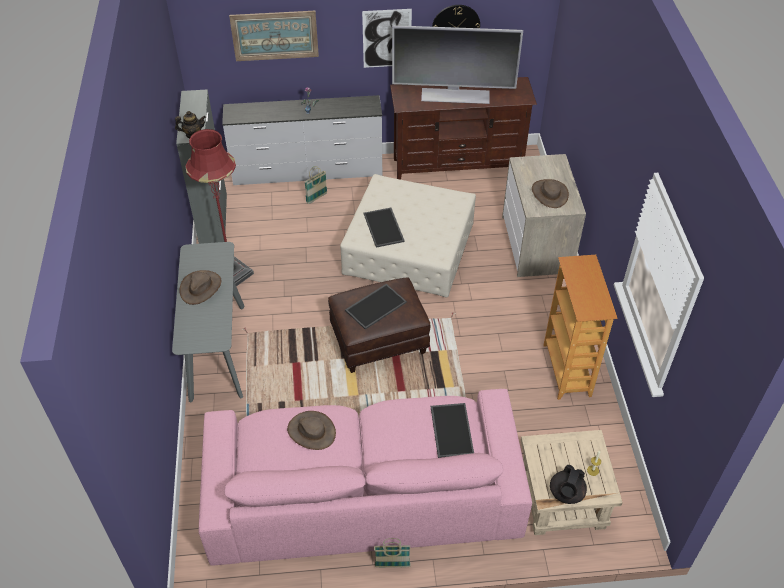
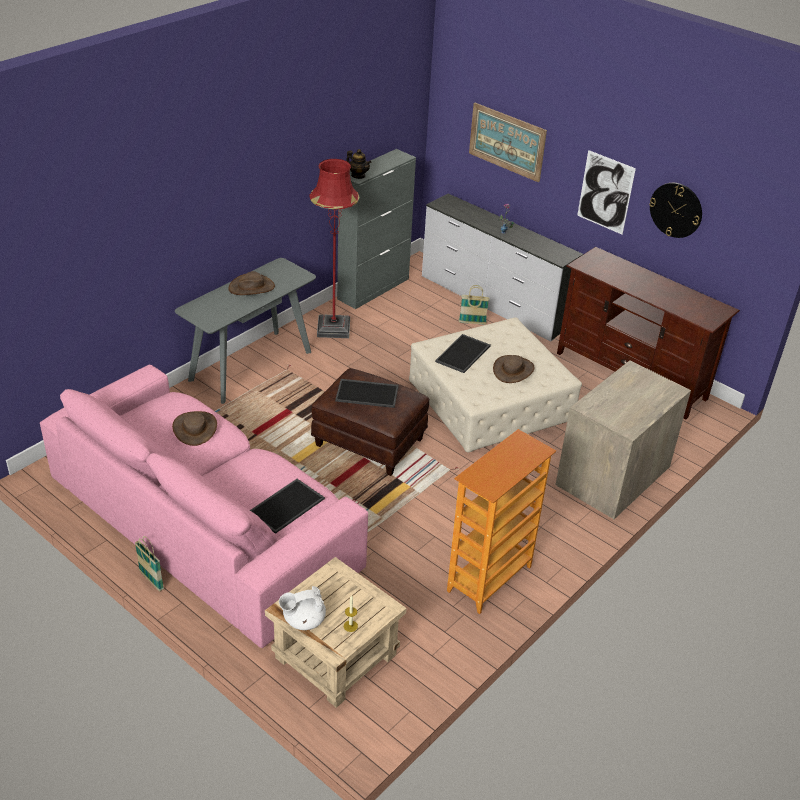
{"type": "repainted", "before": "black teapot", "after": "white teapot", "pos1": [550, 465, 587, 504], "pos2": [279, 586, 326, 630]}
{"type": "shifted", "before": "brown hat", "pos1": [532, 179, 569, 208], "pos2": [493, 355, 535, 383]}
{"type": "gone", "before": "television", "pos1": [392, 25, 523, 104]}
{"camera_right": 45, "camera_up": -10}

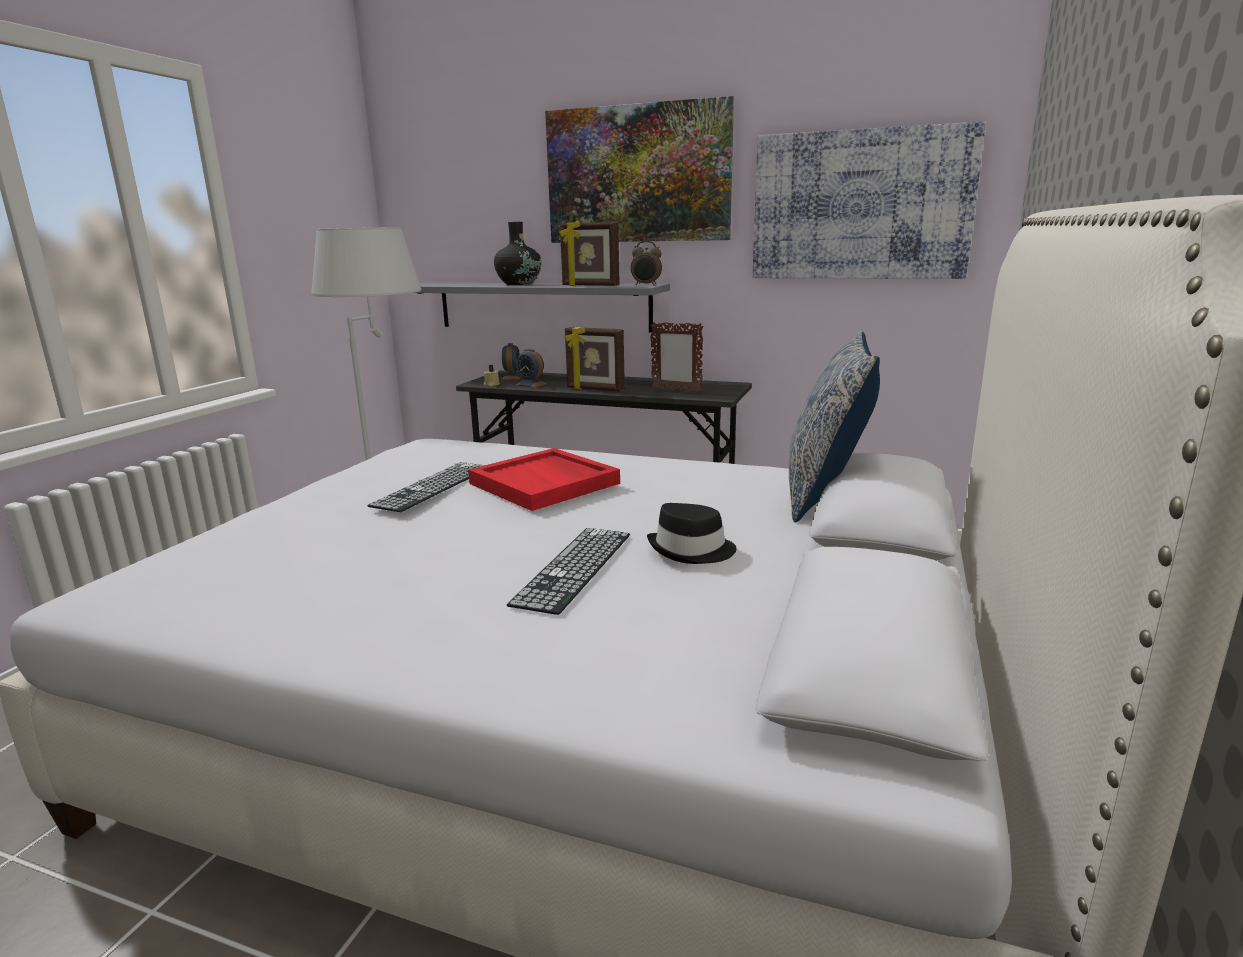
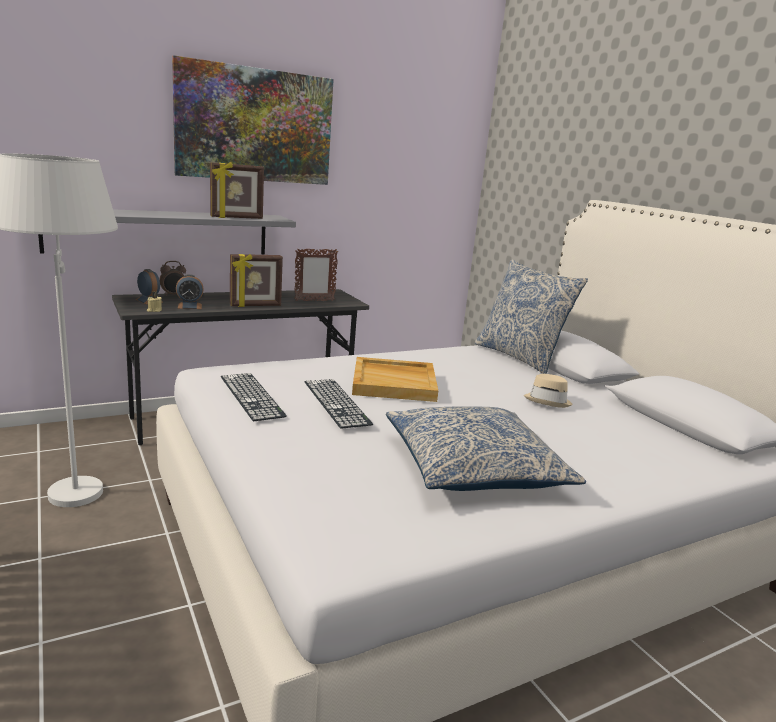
{"type": "shifted", "before": "alarm clock", "pos1": [631, 241, 662, 285], "pos2": [159, 261, 186, 296]}
{"type": "shifted", "before": "keyboard", "pos1": [507, 528, 630, 615], "pos2": [221, 373, 287, 421]}
{"type": "repainted", "before": "red tray", "after": "beige tray", "pos1": [468, 448, 620, 511], "pos2": [352, 357, 438, 402]}
{"type": "new", "after": "pillow", "pos2": [386, 406, 586, 491]}
{"type": "repainted", "before": "black hat", "after": "beige hat", "pos1": [647, 503, 736, 564], "pos2": [524, 374, 573, 408]}
{"type": "gone", "before": "black vase", "pos1": [494, 222, 542, 285]}
{"type": "gone", "before": "picture", "pos1": [753, 121, 986, 279]}
{"camera_right": -50, "camera_up": 0}

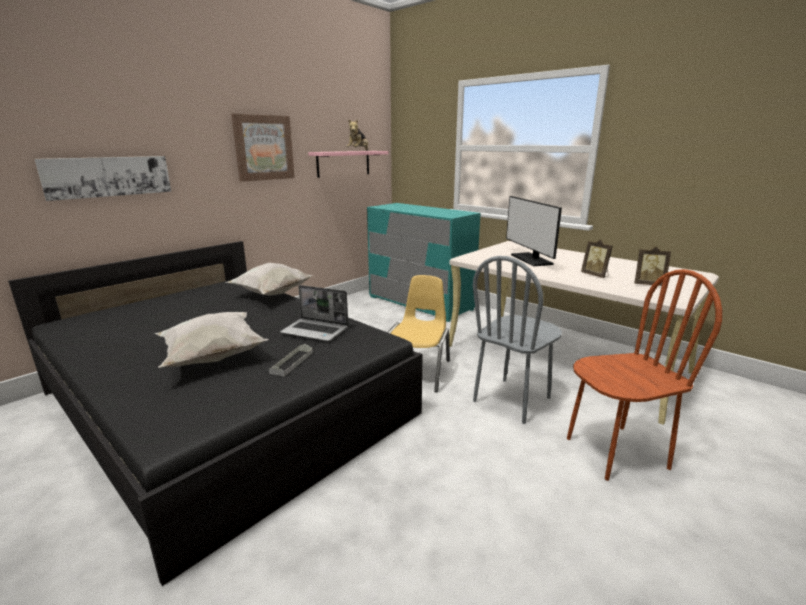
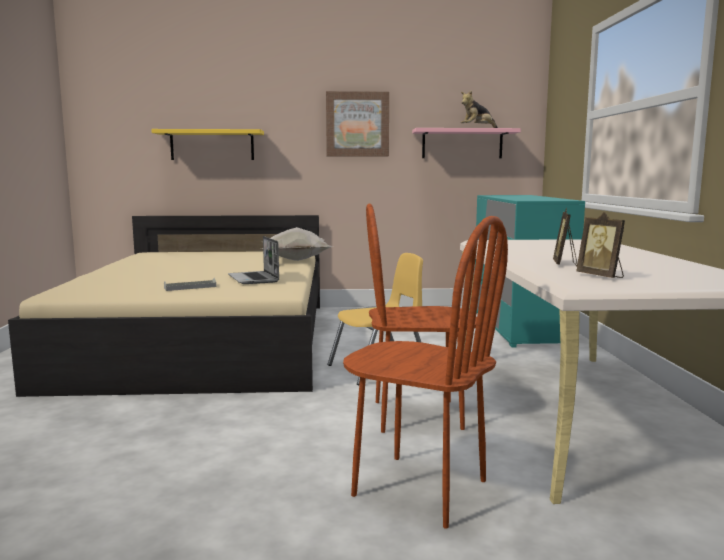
{"type": "repainted", "before": "black bed", "after": "beige bed", "pos1": [8, 241, 423, 586], "pos2": [8, 215, 320, 397]}
{"type": "swapped", "before": "picture", "after": "yellow shelf", "pos1": [35, 156, 171, 201], "pos2": [151, 129, 264, 160]}
{"type": "repainted", "before": "grey chair", "after": "brown chair", "pos1": [473, 256, 562, 424], "pos2": [366, 204, 477, 433]}
{"type": "gone", "before": "white pillow", "pos1": [154, 312, 269, 368]}
{"type": "gone", "before": "monitor", "pos1": [506, 196, 562, 266]}
{"camera_right": 45, "camera_up": -10}

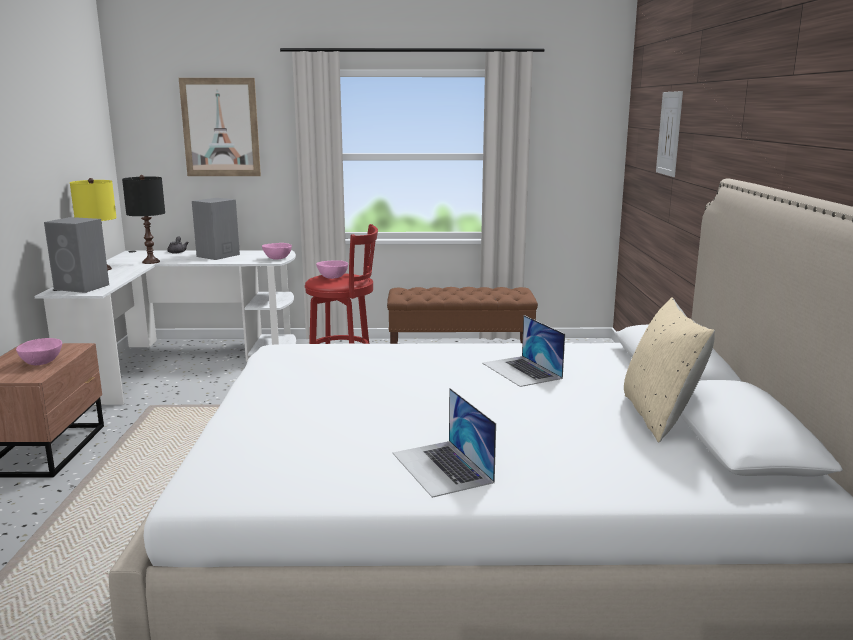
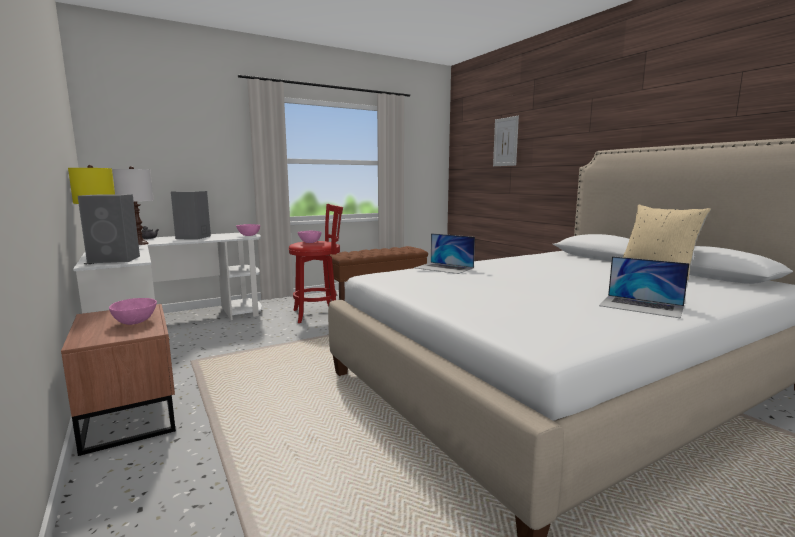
{"type": "repainted", "before": "black table lamp", "after": "white table lamp", "pos1": [122, 175, 165, 264], "pos2": [112, 166, 154, 245]}
{"type": "shifted", "before": "laptop", "pos1": [482, 315, 565, 387], "pos2": [414, 233, 475, 274]}
{"type": "gone", "before": "picture", "pos1": [179, 78, 261, 176]}
{"camera_right": -30, "camera_up": -5}

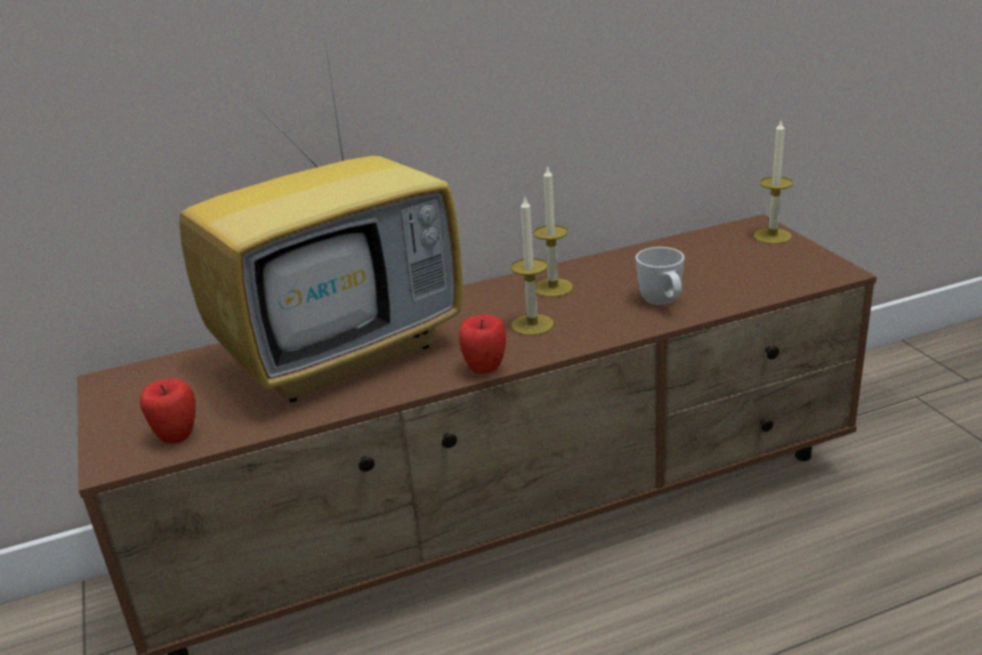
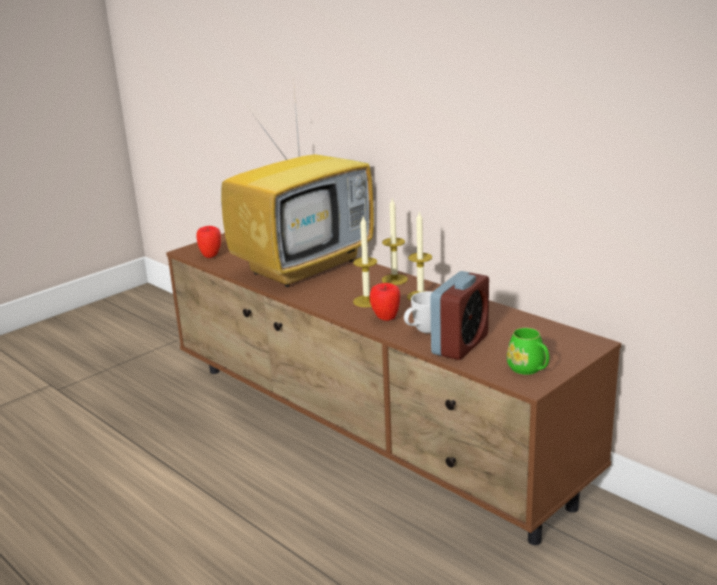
{"type": "rotated", "before": "television", "pos1": [179, 29, 463, 402], "pos2": [221, 90, 374, 287], "turn": -75}
{"type": "shifted", "before": "apple", "pos1": [459, 314, 506, 374], "pos2": [370, 283, 400, 321]}
{"type": "shifted", "before": "candle", "pos1": [754, 121, 793, 244], "pos2": [382, 199, 408, 285]}
{"type": "new", "after": "alarm clock", "pos2": [430, 271, 489, 360]}
{"type": "new", "after": "green mug", "pos2": [507, 328, 549, 375]}
{"camera_right": 65, "camera_up": -5}

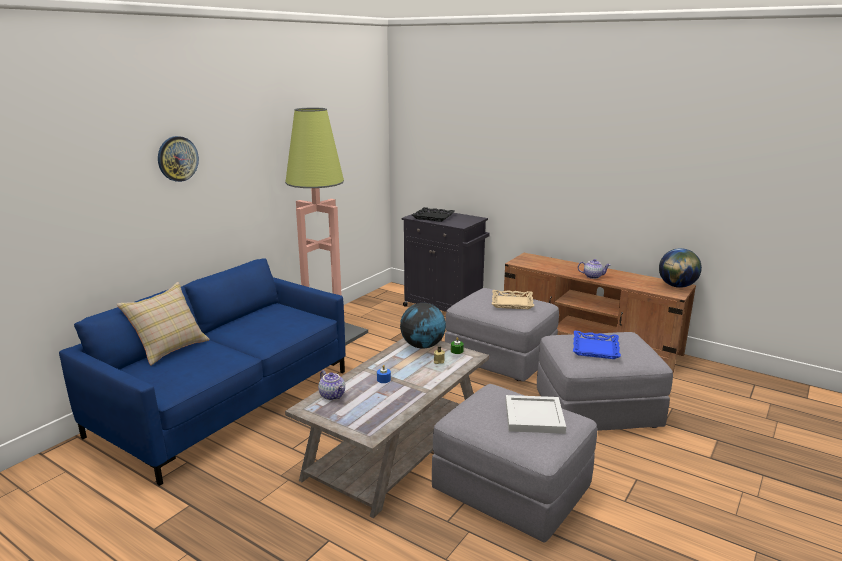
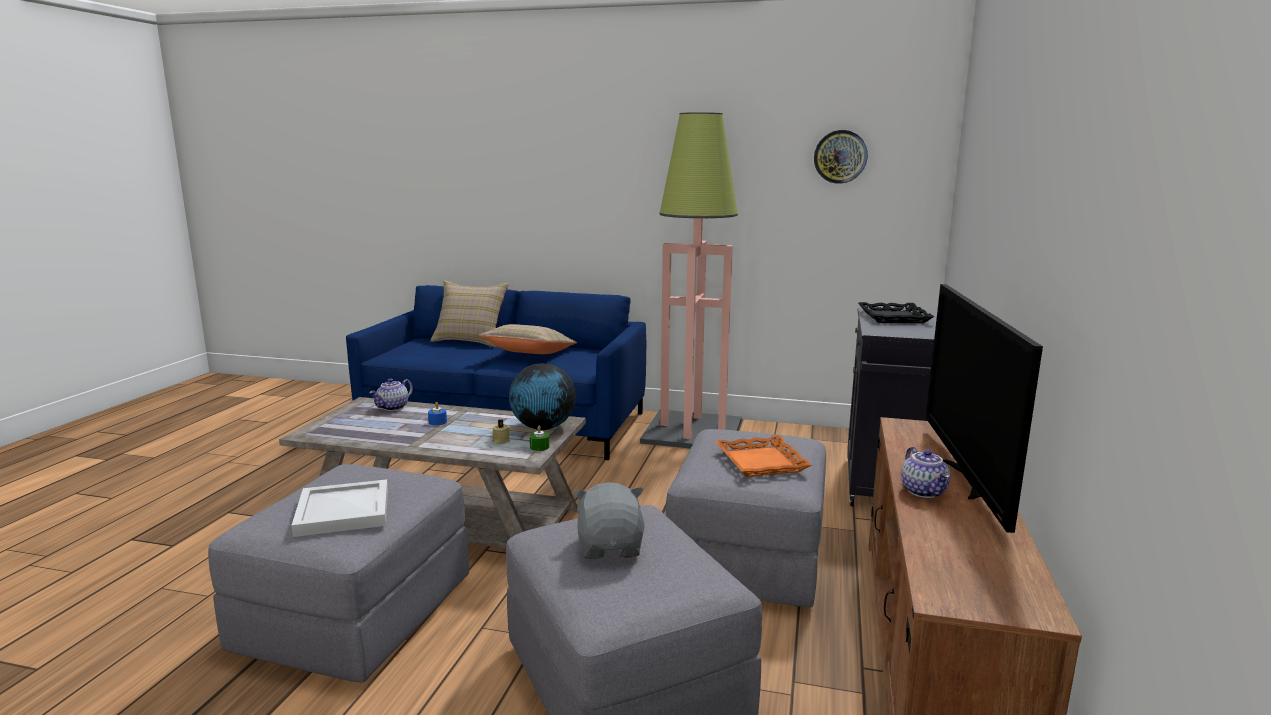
{"type": "new", "after": "beige pillow", "pos2": [479, 324, 577, 354]}
{"type": "swapped", "before": "blue tray", "after": "grey plush toy", "pos1": [573, 331, 621, 359], "pos2": [573, 482, 644, 559]}
{"type": "repainted", "before": "beige tray", "after": "orange tray", "pos1": [492, 290, 534, 309], "pos2": [715, 435, 812, 477]}
{"type": "shifted", "before": "wall clock", "pos1": [158, 136, 199, 182], "pos2": [814, 130, 868, 184]}
{"type": "new", "after": "television", "pos2": [925, 284, 1043, 533]}
{"type": "gone", "before": "globe", "pos1": [659, 248, 702, 288]}
{"camera_right": 70, "camera_up": -5}

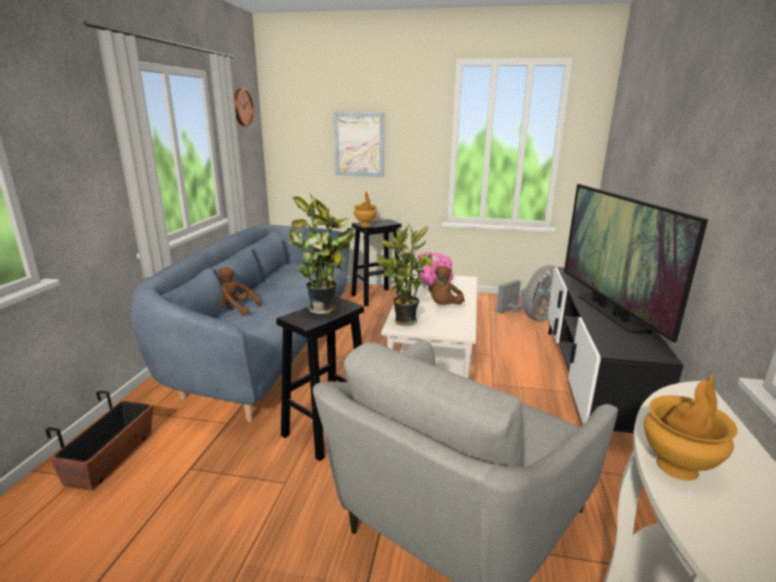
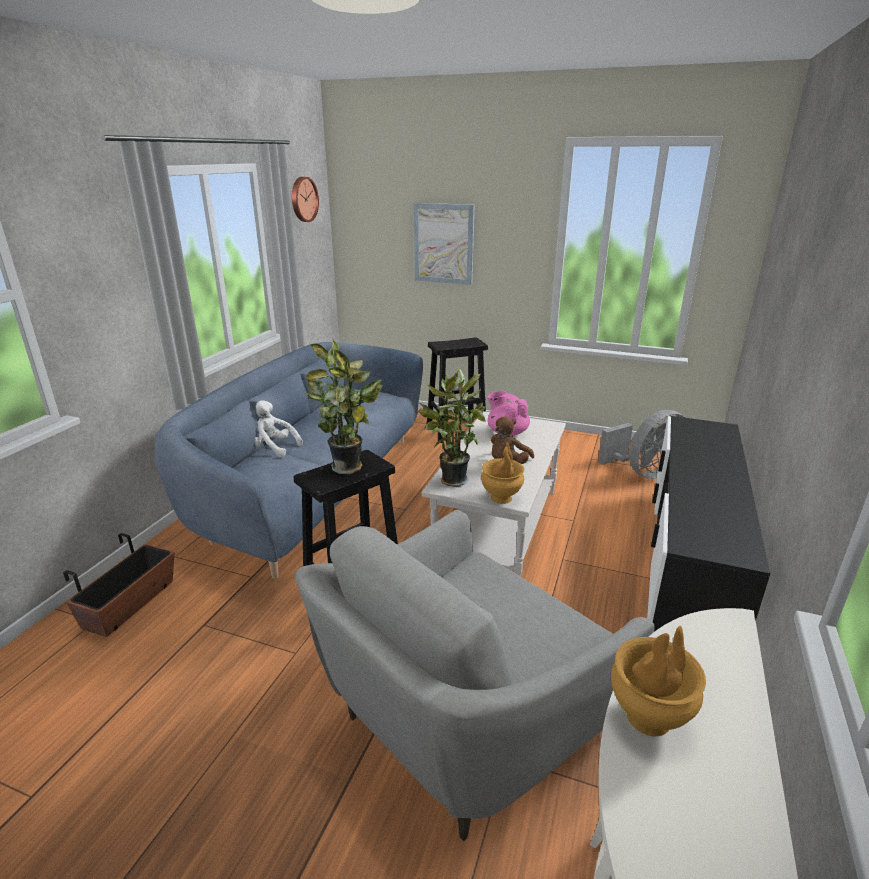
{"type": "repainted", "before": "brown plush toy", "after": "white plush toy", "pos1": [219, 267, 262, 315], "pos2": [255, 400, 303, 457]}
{"type": "shifted", "before": "brown vase", "pos1": [354, 192, 377, 226], "pos2": [481, 442, 524, 504]}
{"type": "gone", "before": "television", "pos1": [564, 184, 708, 342]}
{"camera_right": 10, "camera_up": 5}

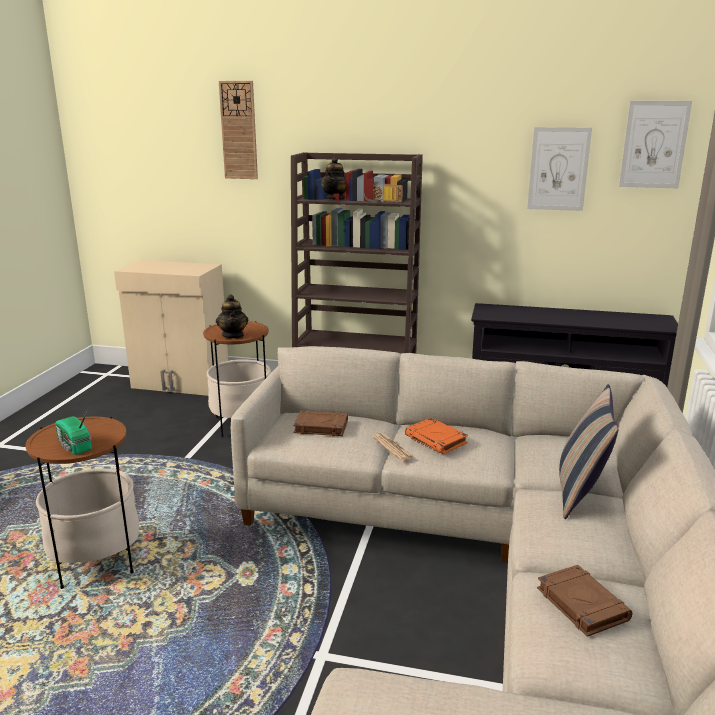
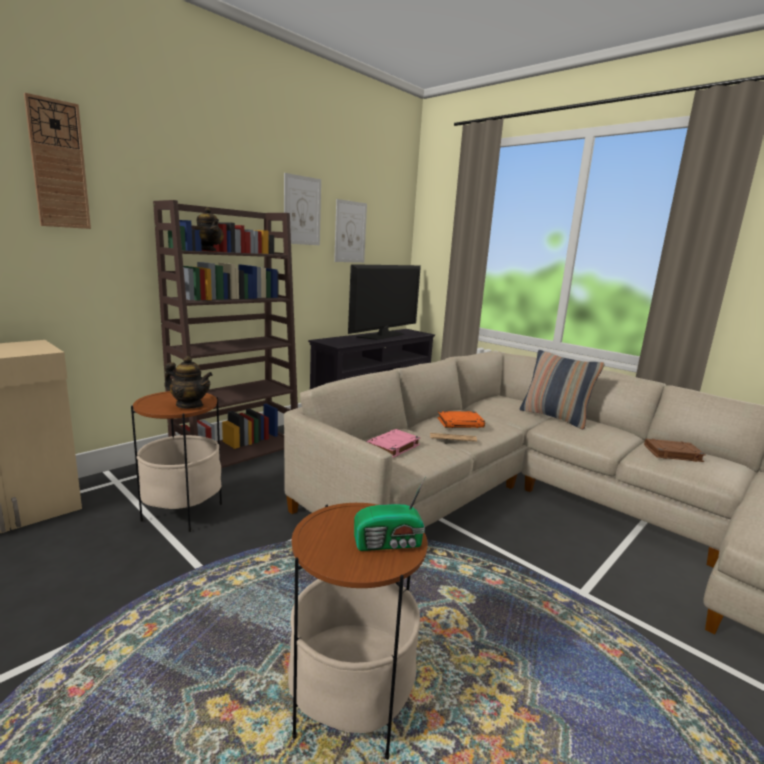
{"type": "shifted", "before": "picture", "pos1": [619, 101, 692, 188], "pos2": [284, 173, 321, 245]}
{"type": "new", "after": "television", "pos2": [348, 264, 421, 340]}
{"type": "repainted", "before": "brown book", "after": "pink book", "pos1": [293, 411, 348, 436], "pos2": [367, 429, 420, 458]}
{"type": "gone", "before": "radio", "pos1": [364, 184, 403, 202]}
{"camera_right": -60, "camera_up": -5}

